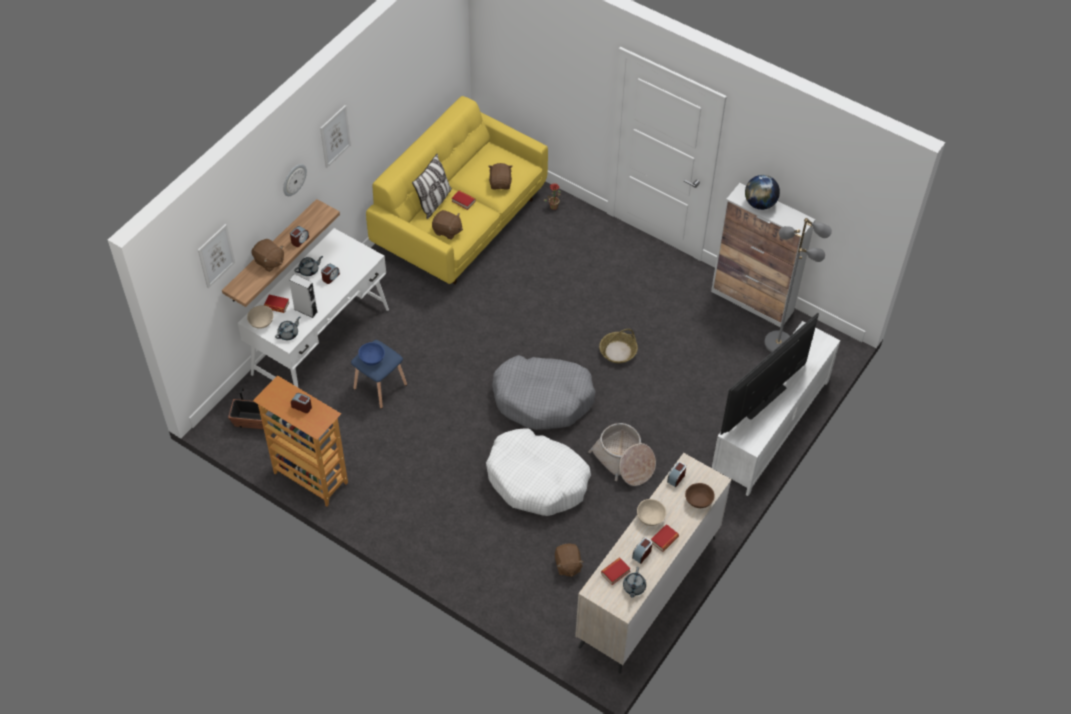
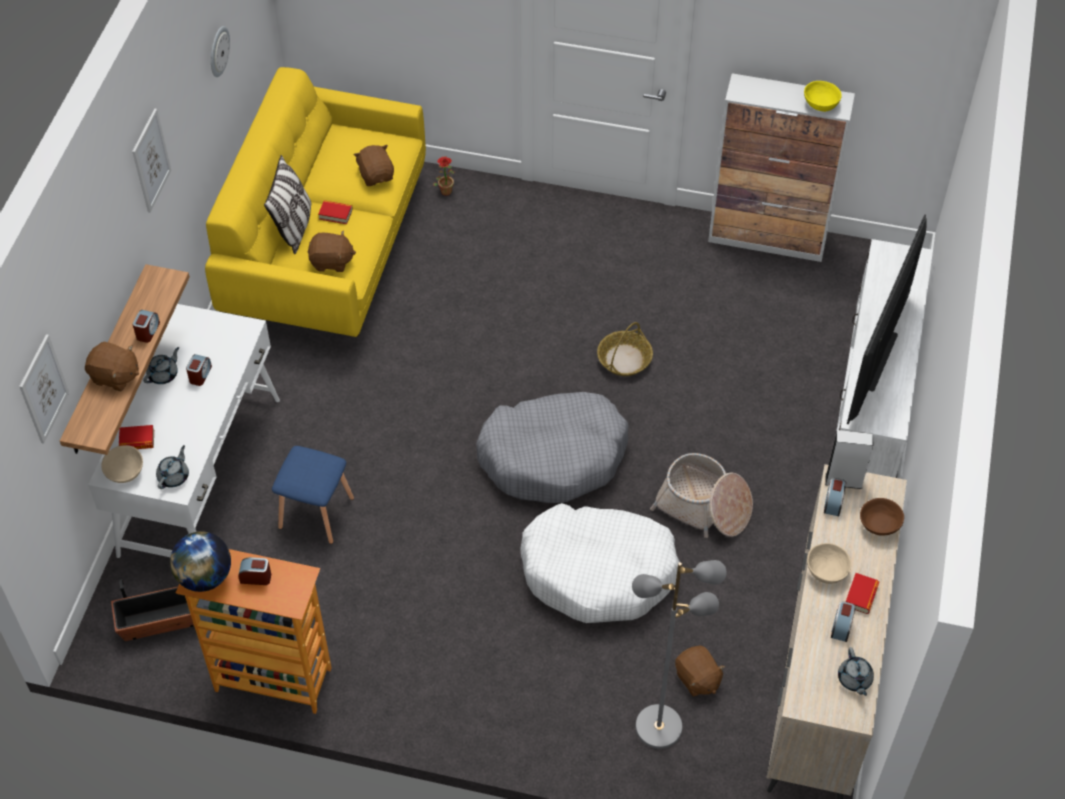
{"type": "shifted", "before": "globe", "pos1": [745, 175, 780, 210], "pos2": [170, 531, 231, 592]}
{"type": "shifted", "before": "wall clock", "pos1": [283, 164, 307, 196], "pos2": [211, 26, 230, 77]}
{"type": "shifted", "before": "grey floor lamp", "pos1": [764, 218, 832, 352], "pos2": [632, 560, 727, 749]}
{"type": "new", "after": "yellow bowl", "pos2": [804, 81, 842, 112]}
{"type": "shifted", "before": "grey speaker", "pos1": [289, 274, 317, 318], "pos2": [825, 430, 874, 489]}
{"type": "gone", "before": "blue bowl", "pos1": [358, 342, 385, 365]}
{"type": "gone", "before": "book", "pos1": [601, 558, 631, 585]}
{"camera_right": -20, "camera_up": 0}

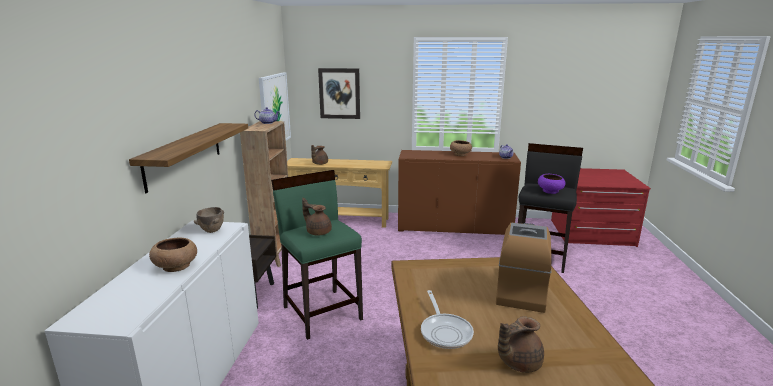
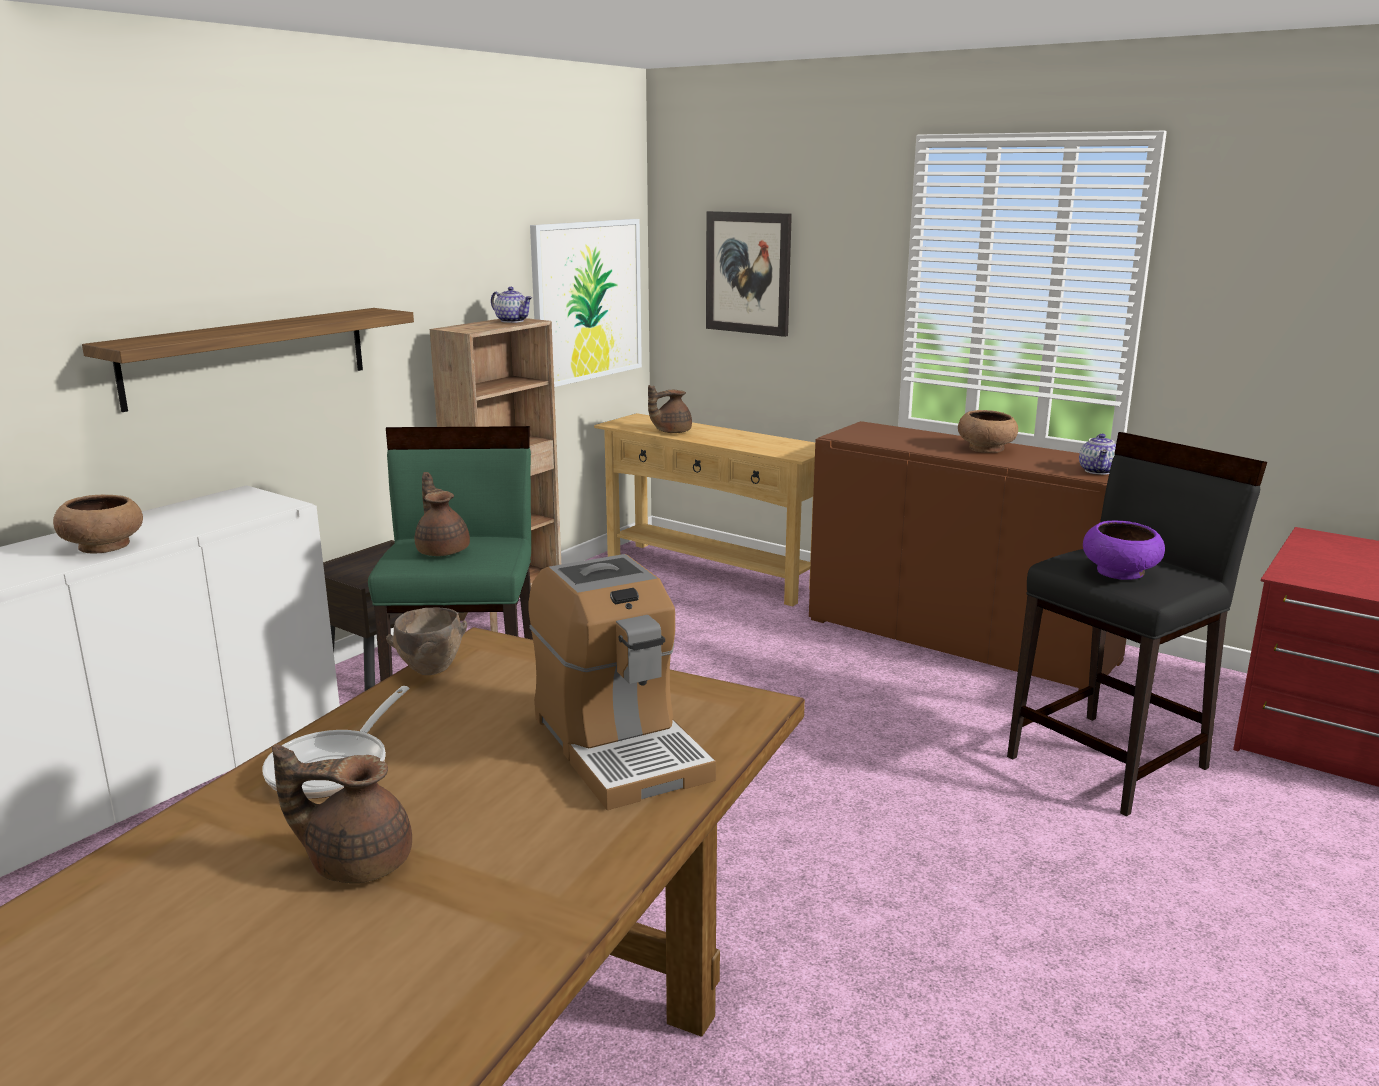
{"type": "shifted", "before": "brown bowl", "pos1": [194, 207, 224, 233], "pos2": [386, 608, 467, 675]}
{"type": "rotated", "before": "coffee machine", "pos1": [496, 223, 552, 313], "pos2": [529, 554, 716, 810], "turn": 105}
{"camera_right": 30, "camera_up": 0}

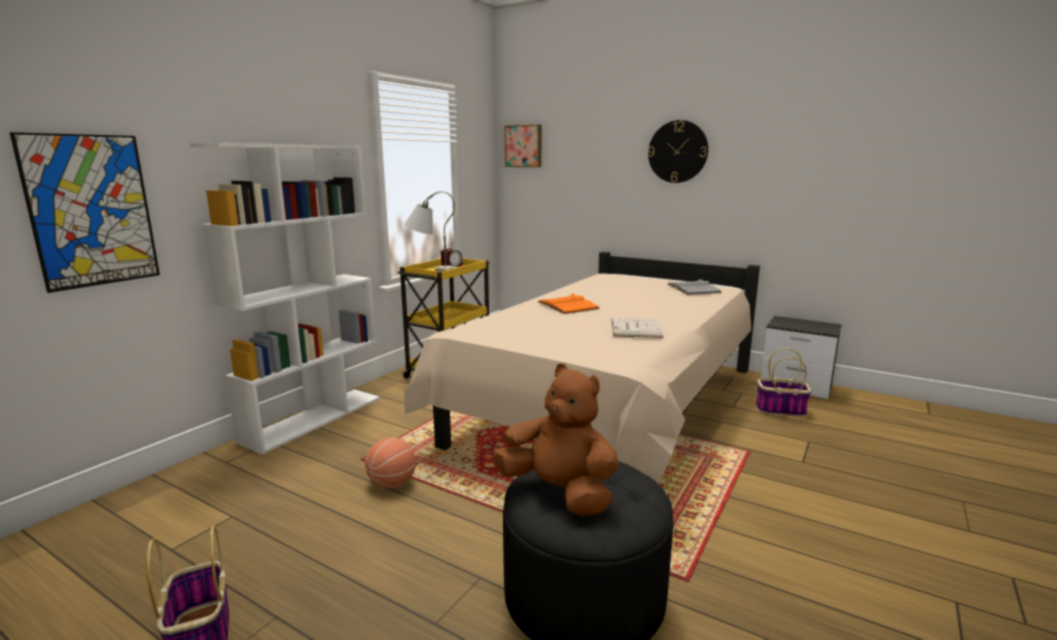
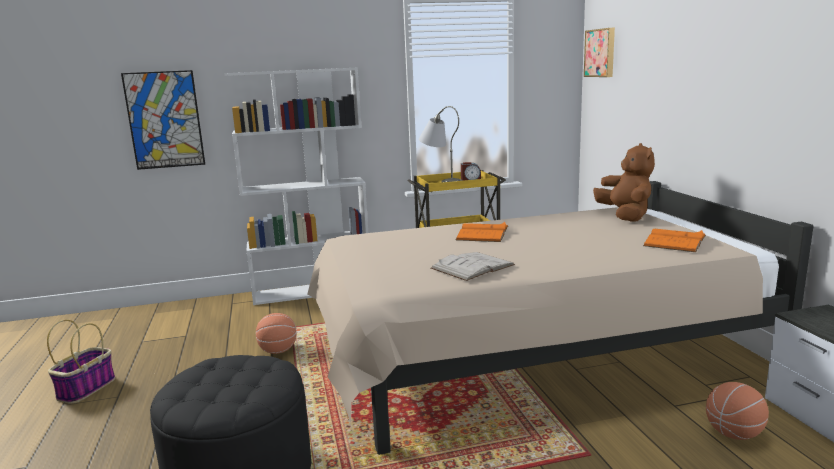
{"type": "shifted", "before": "brown plush toy", "pos1": [493, 364, 618, 516], "pos2": [593, 143, 655, 222]}
{"type": "repainted", "before": "grey book", "after": "orange book", "pos1": [667, 279, 722, 295], "pos2": [643, 229, 706, 252]}
{"type": "swapped", "before": "basket", "after": "basketball", "pos1": [756, 348, 811, 417], "pos2": [706, 382, 769, 440]}
{"type": "gone", "before": "wall clock", "pos1": [648, 120, 708, 183]}
{"camera_right": 45, "camera_up": 0}

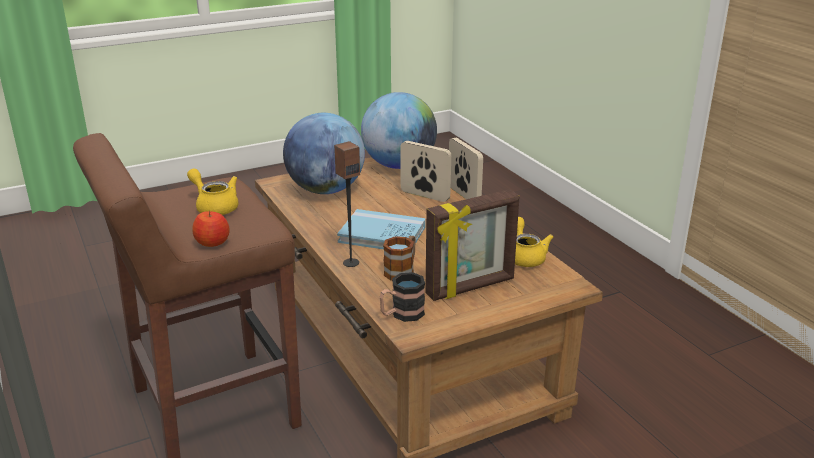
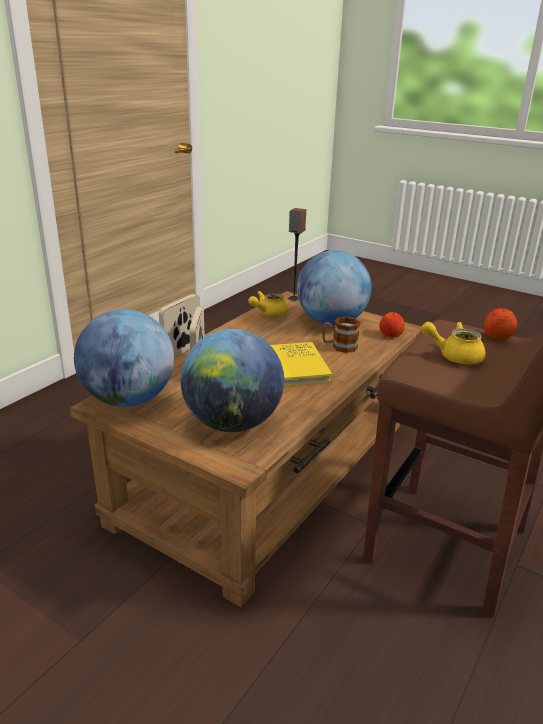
{"type": "repainted", "before": "blue book", "after": "yellow book", "pos1": [337, 209, 426, 249], "pos2": [271, 342, 332, 387]}
{"type": "shifted", "before": "speaker", "pos1": [334, 141, 360, 267], "pos2": [288, 208, 306, 301]}
{"type": "swapped", "before": "picture frame", "after": "globe", "pos1": [425, 189, 520, 301], "pos2": [297, 250, 372, 325]}
{"type": "swapped", "before": "mug", "after": "apple", "pos1": [380, 272, 425, 322], "pos2": [379, 312, 405, 337]}
{"type": "rotated", "before": "yellow teapot", "pos1": [187, 168, 238, 215], "pos2": [421, 322, 486, 365], "turn": 90}
{"camera_right": -120, "camera_up": 0}

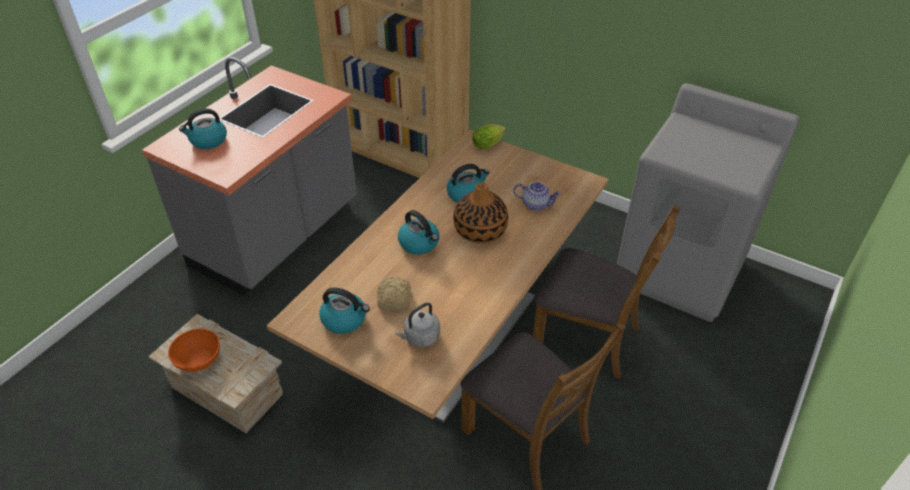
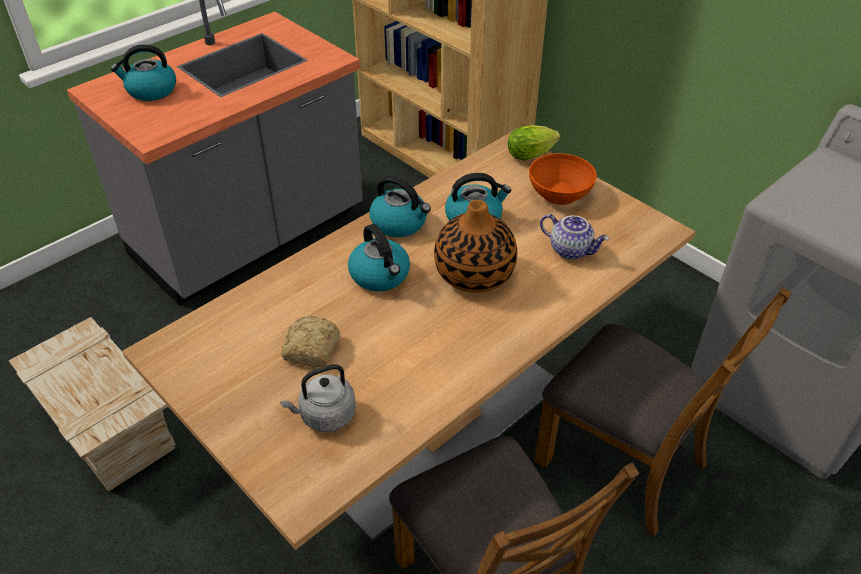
{"type": "shifted", "before": "kettle", "pos1": [319, 287, 370, 334], "pos2": [370, 176, 431, 237]}
{"type": "shifted", "before": "orange bowl", "pos1": [168, 328, 220, 372], "pos2": [529, 153, 597, 205]}
{"camera_right": 15, "camera_up": 0}

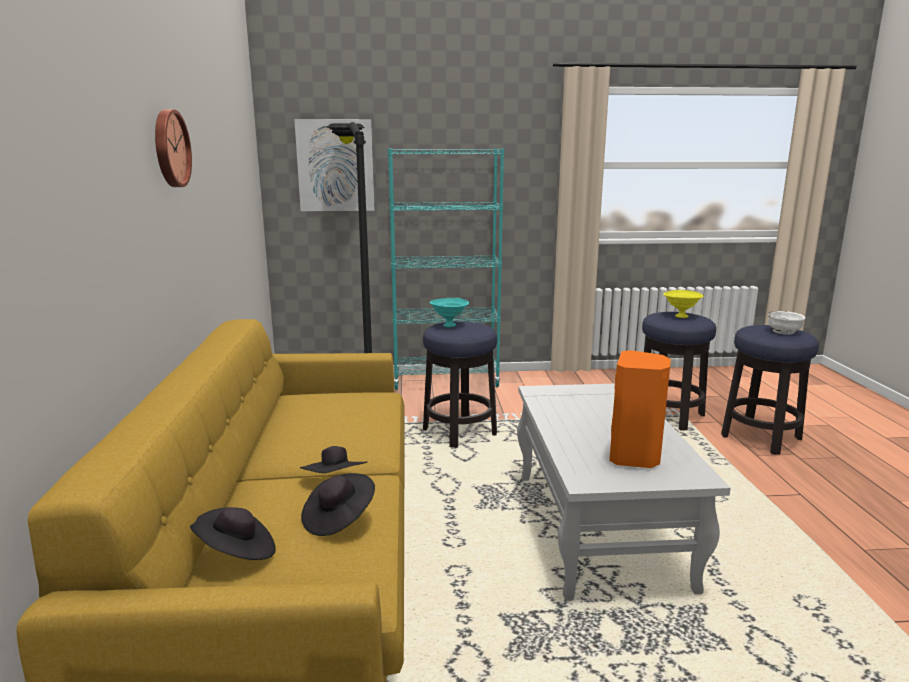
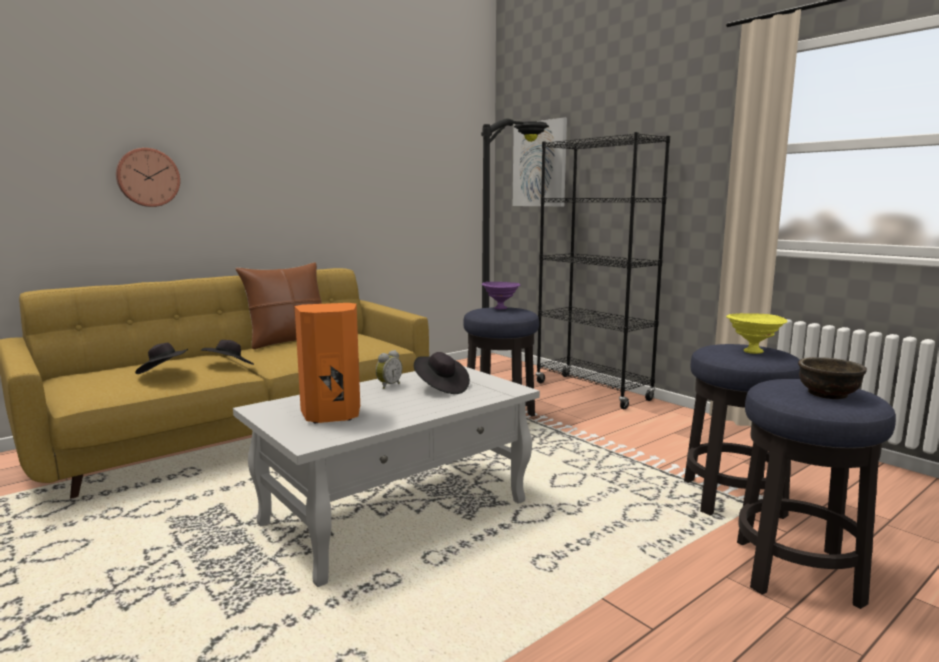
{"type": "shifted", "before": "wall clock", "pos1": [155, 109, 192, 187], "pos2": [116, 148, 180, 207]}
{"type": "new", "after": "brown pillow", "pos2": [235, 262, 322, 349]}
{"type": "new", "after": "alarm clock", "pos2": [376, 350, 402, 389]}
{"type": "shifted", "before": "black hat", "pos1": [190, 507, 276, 560], "pos2": [414, 352, 470, 394]}
{"type": "repainted", "before": "turquoise bowl", "after": "purple bowl", "pos1": [430, 298, 469, 327], "pos2": [482, 282, 521, 309]}
{"type": "repainted", "before": "turquoise bookcase", "after": "black bookcase", "pos1": [388, 148, 504, 390], "pos2": [536, 132, 670, 409]}
{"type": "repainted", "before": "white bowl", "after": "brown bowl", "pos1": [768, 311, 805, 335], "pos2": [798, 357, 867, 399]}
{"camera_right": 55, "camera_up": -5}

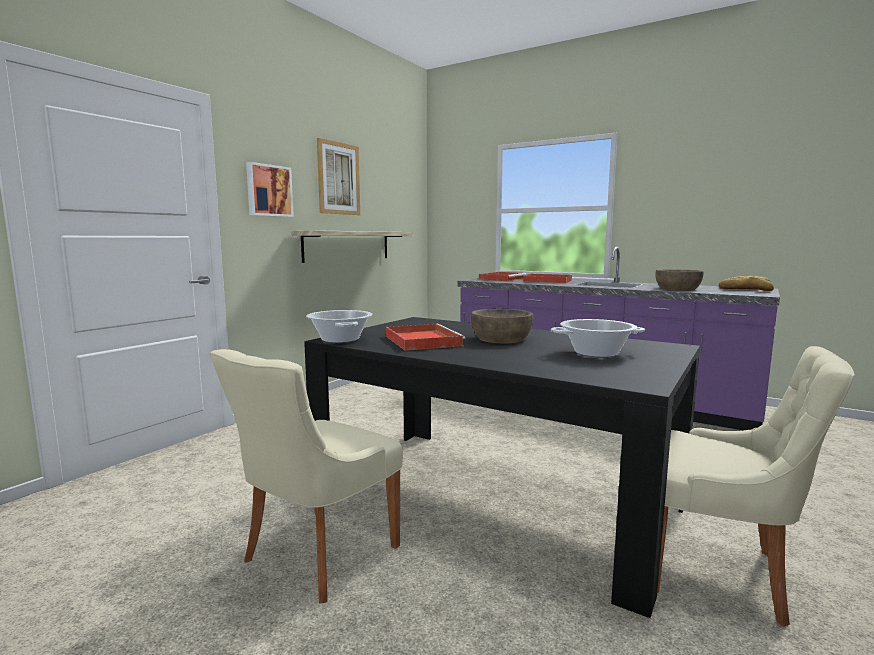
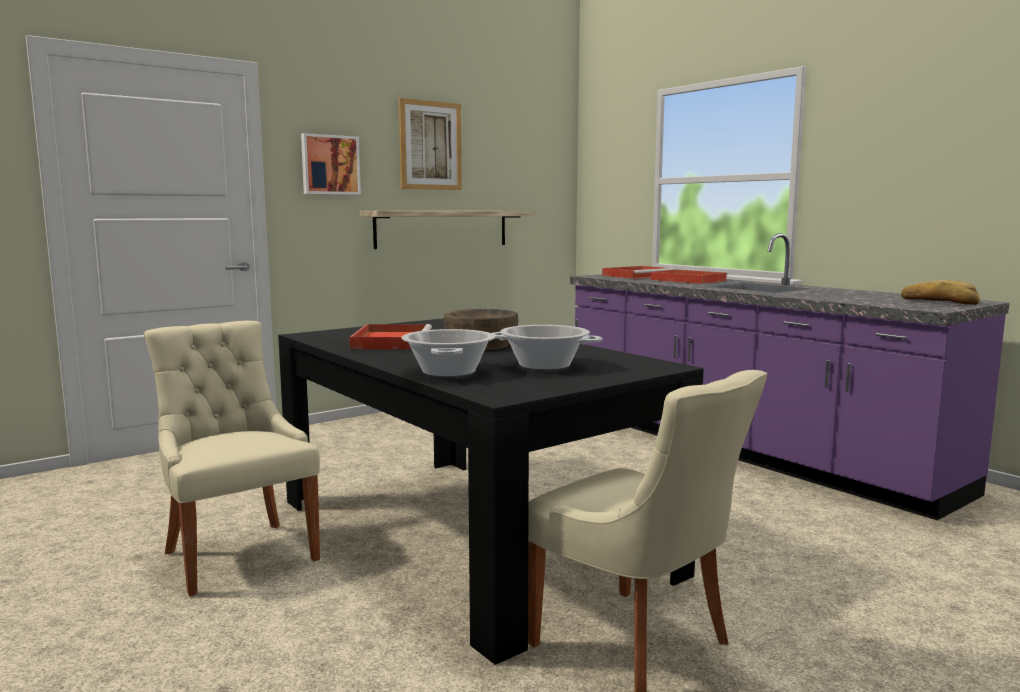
{"type": "rotated", "before": "beige chair", "pos1": [210, 349, 403, 603], "pos2": [144, 321, 320, 596], "turn": 90}
{"type": "shifted", "before": "cooking pot", "pos1": [306, 310, 372, 343], "pos2": [401, 329, 495, 377]}
{"type": "gone", "before": "brown bowl", "pos1": [655, 269, 703, 291]}
{"camera_right": 20, "camera_up": 0}

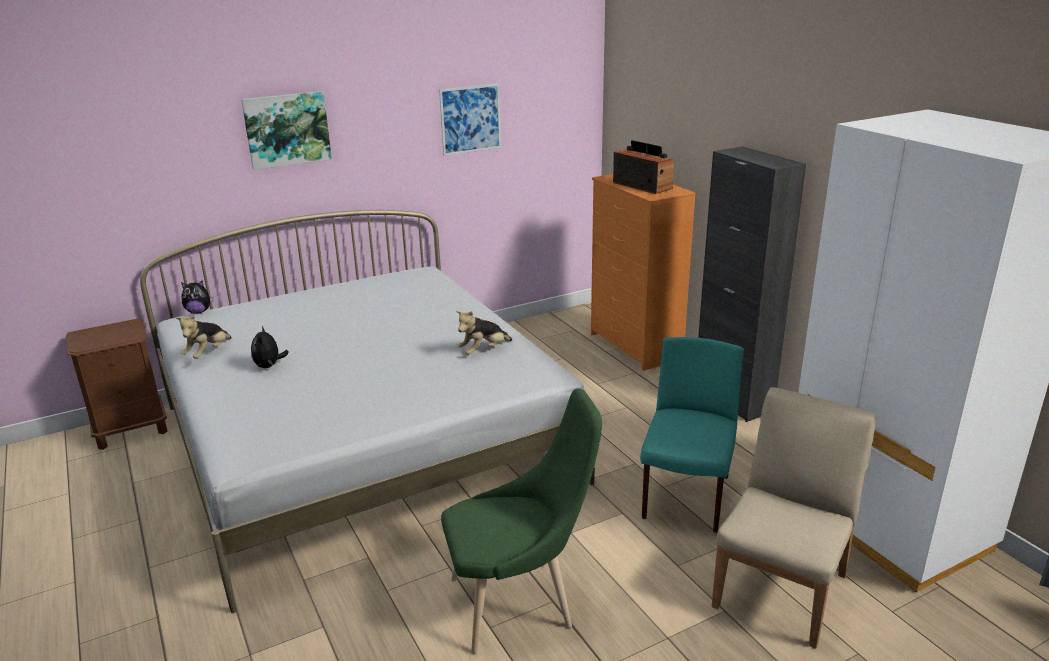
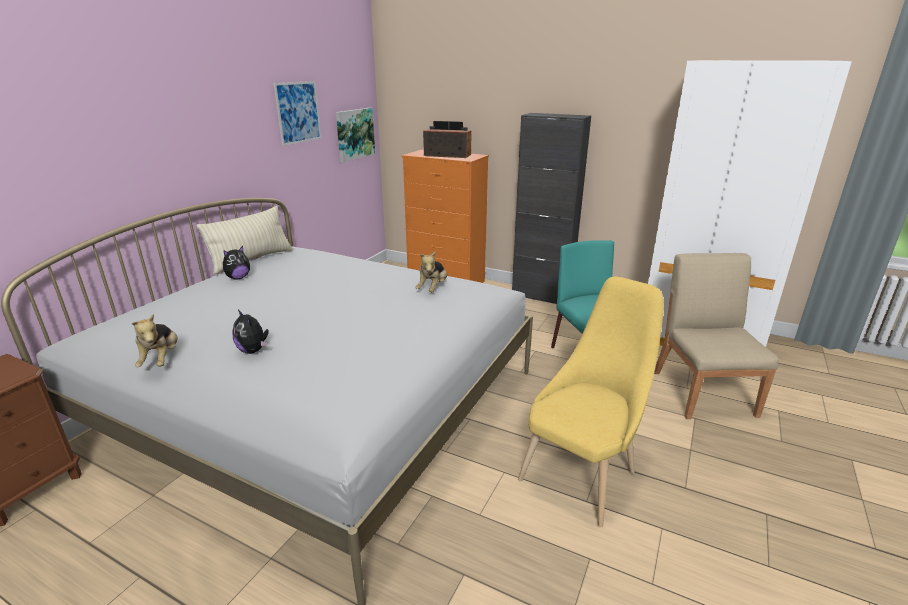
{"type": "new", "after": "beige pillow", "pos2": [197, 206, 293, 274]}
{"type": "shifted", "before": "plush toy", "pos1": [181, 281, 214, 314], "pos2": [223, 246, 250, 280]}
{"type": "shifted", "before": "picture", "pos1": [241, 91, 332, 170], "pos2": [336, 108, 375, 163]}
{"type": "repainted", "before": "green chair", "after": "yellow chair", "pos1": [441, 388, 602, 654], "pos2": [518, 276, 664, 527]}
{"camera_right": -35, "camera_up": 0}

